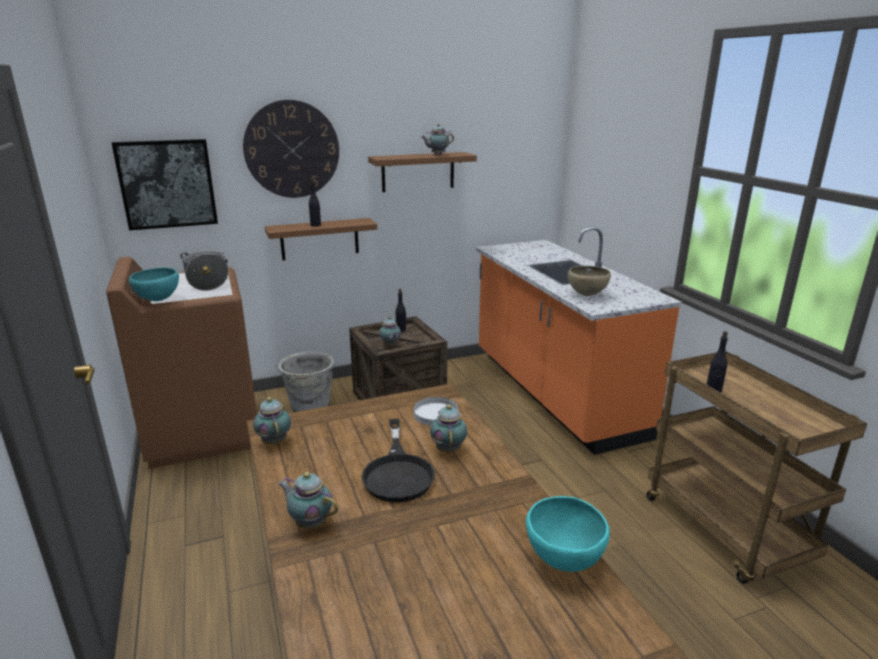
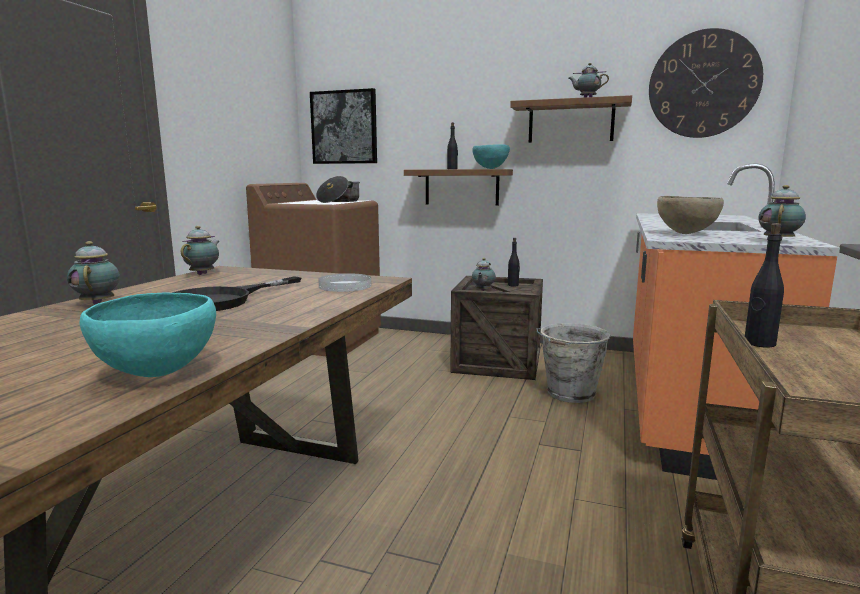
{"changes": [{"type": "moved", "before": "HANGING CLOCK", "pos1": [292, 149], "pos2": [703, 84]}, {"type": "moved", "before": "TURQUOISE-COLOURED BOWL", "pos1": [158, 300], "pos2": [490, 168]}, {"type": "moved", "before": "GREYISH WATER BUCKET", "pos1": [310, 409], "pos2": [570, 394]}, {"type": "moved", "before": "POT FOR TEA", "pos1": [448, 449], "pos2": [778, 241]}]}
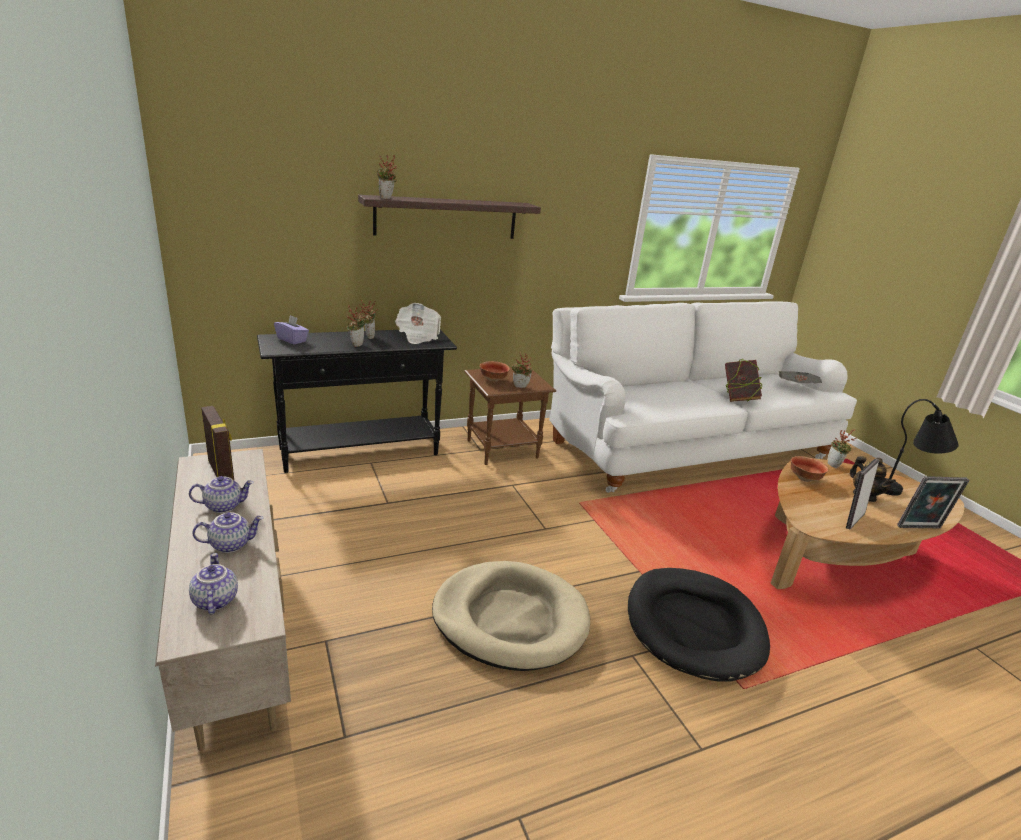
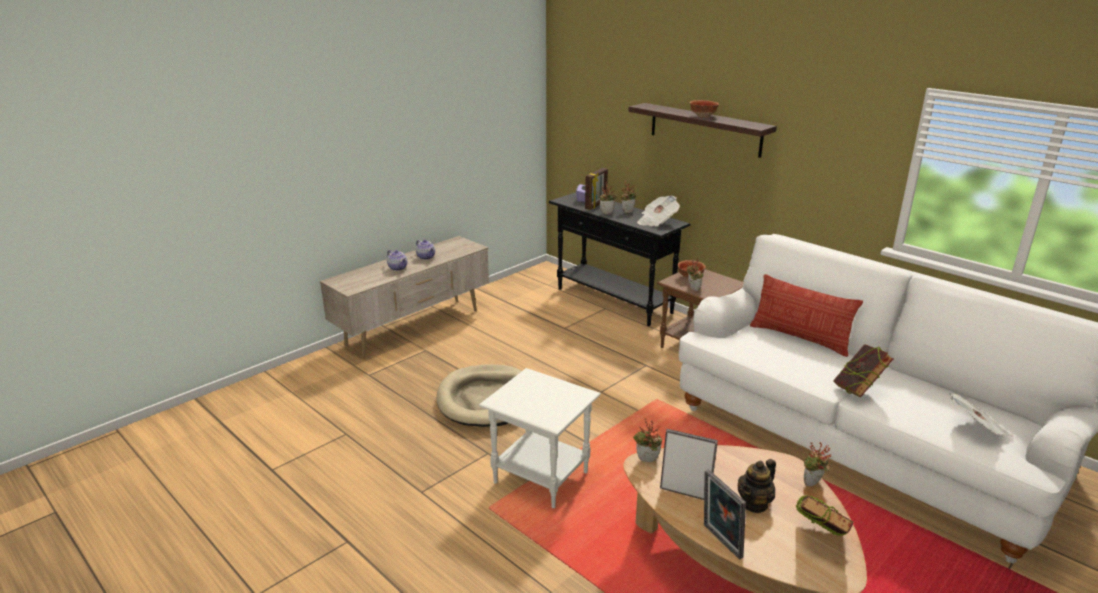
{"changes": [{"type": "moved", "before": "HOUSEPLANT", "pos1": [386, 198], "pos2": [646, 461]}, {"type": "replaced", "before": "BLACK TABLE LAMP", "after": "BOUND BOOK", "pos1": [904, 489], "pos2": [818, 539]}, {"type": "moved", "before": "PICTURE FRAME", "pos1": [222, 473], "pos2": [596, 205]}, {"type": "moved", "before": "BOWL", "pos1": [803, 478], "pos2": [703, 116]}, {"type": "removed", "before": "POT FOR TEA", "pos1": [214, 600]}, {"type": "replaced", "before": "BLACK PET BED", "after": "WHITISH SIDE TABLE", "pos1": [694, 626], "pos2": [542, 478]}, {"type": "added", "after": "PILLOW", "pos2": [800, 338]}]}
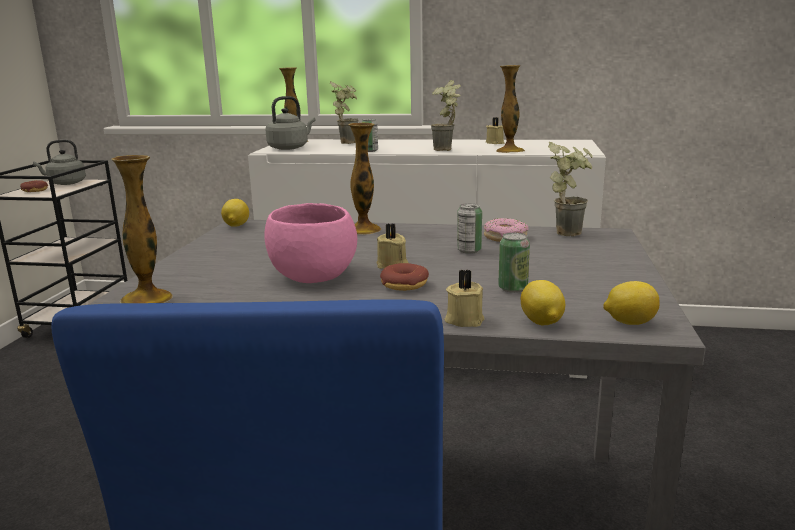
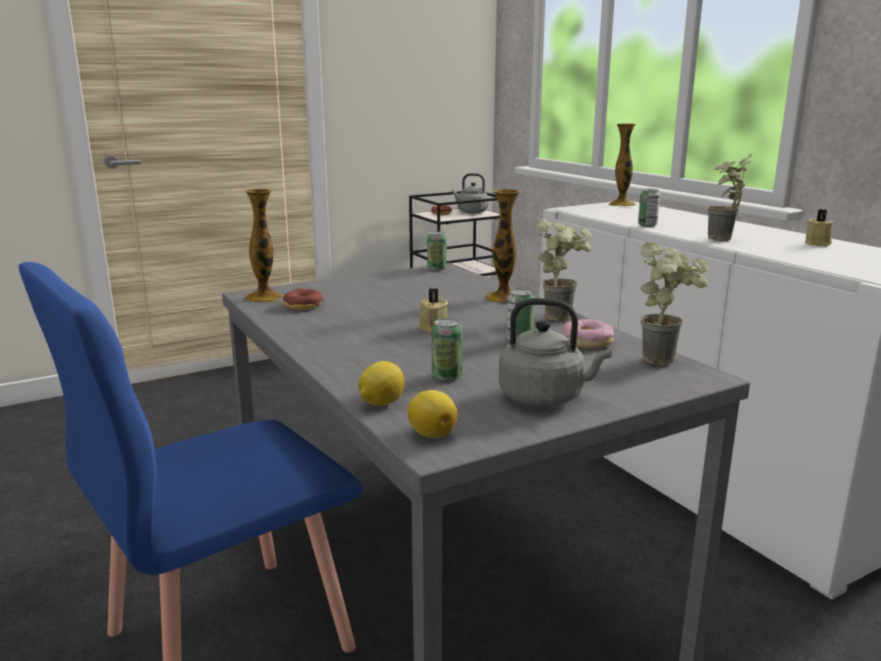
{"changes": [{"type": "removed", "before": "VASE", "pos1": [510, 151]}, {"type": "moved", "before": "HOUSEPLANT", "pos1": [348, 142], "pos2": [562, 316]}, {"type": "moved", "before": "GREYISH WATER KETTLE", "pos1": [290, 148], "pos2": [545, 398]}, {"type": "replaced", "before": "LEMON", "after": "SEALED CAN", "pos1": [236, 225], "pos2": [436, 268]}, {"type": "removed", "before": "PINK-COLOURED BOWL", "pos1": [312, 275]}, {"type": "moved", "before": "DOUGHNUT", "pos1": [404, 285], "pos2": [303, 306]}, {"type": "removed", "before": "BEIGE WAX CANDLE", "pos1": [464, 319]}]}
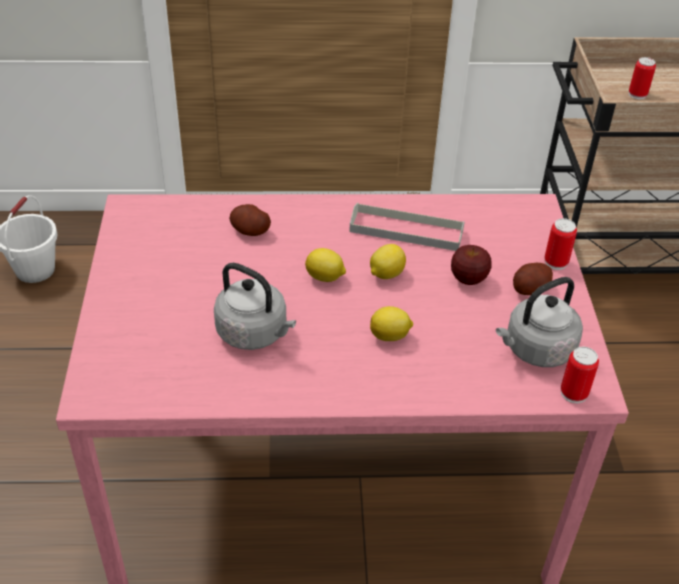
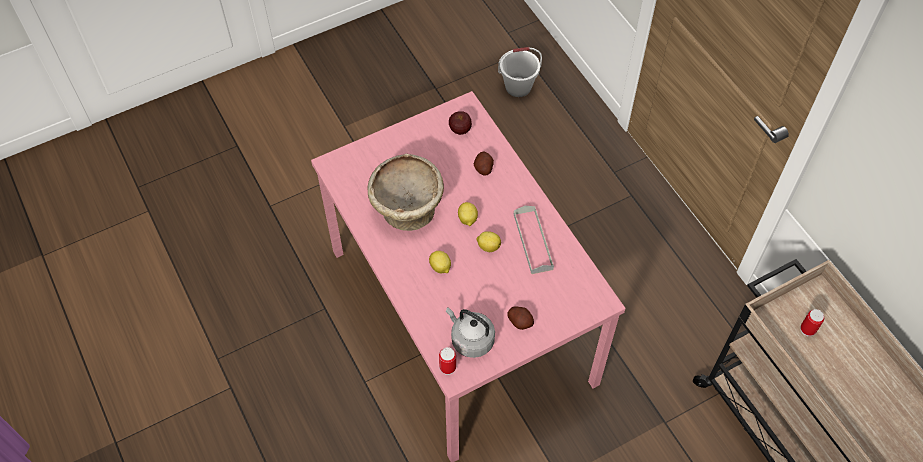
{"changes": [{"type": "removed", "before": "SEALED CAN", "pos1": [556, 262]}, {"type": "moved", "before": "WHOLE APPLE", "pos1": [468, 279], "pos2": [460, 130]}, {"type": "replaced", "before": "GREYISH WATER KETTLE", "after": "BEIGE BOWL", "pos1": [255, 333], "pos2": [407, 208]}]}
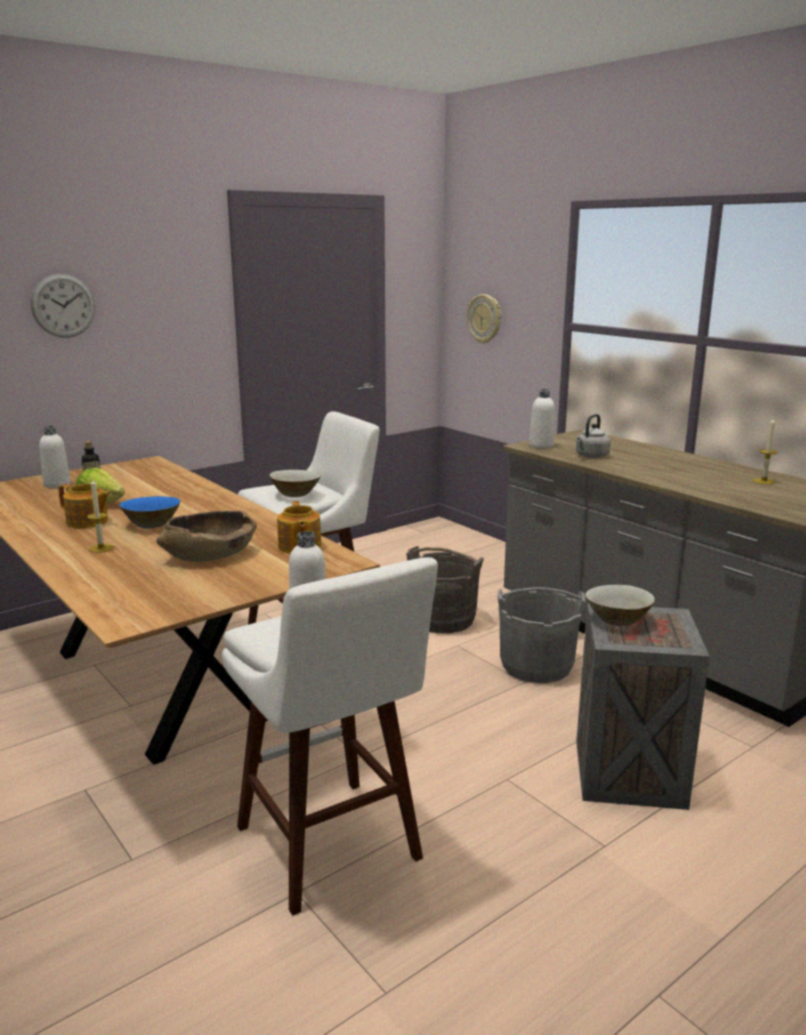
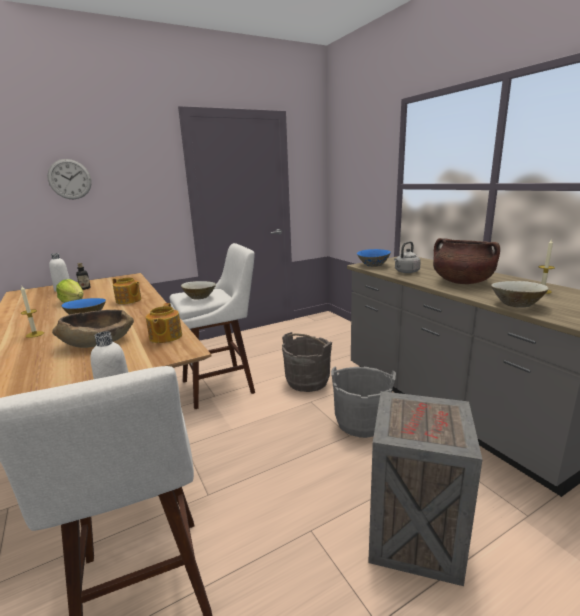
{"changes": [{"type": "removed", "before": "HANGING CLOCK", "pos1": [485, 319]}, {"type": "replaced", "before": "WHITISH DRINK BOTTLE", "after": "BLUISH BOWL", "pos1": [541, 445], "pos2": [373, 265]}, {"type": "moved", "before": "POT FOR TEA", "pos1": [87, 522], "pos2": [128, 300]}, {"type": "moved", "before": "BEIGE BOWL", "pos1": [617, 620], "pos2": [516, 304]}, {"type": "added", "after": "BROWN COOKING POT", "pos2": [461, 282]}]}
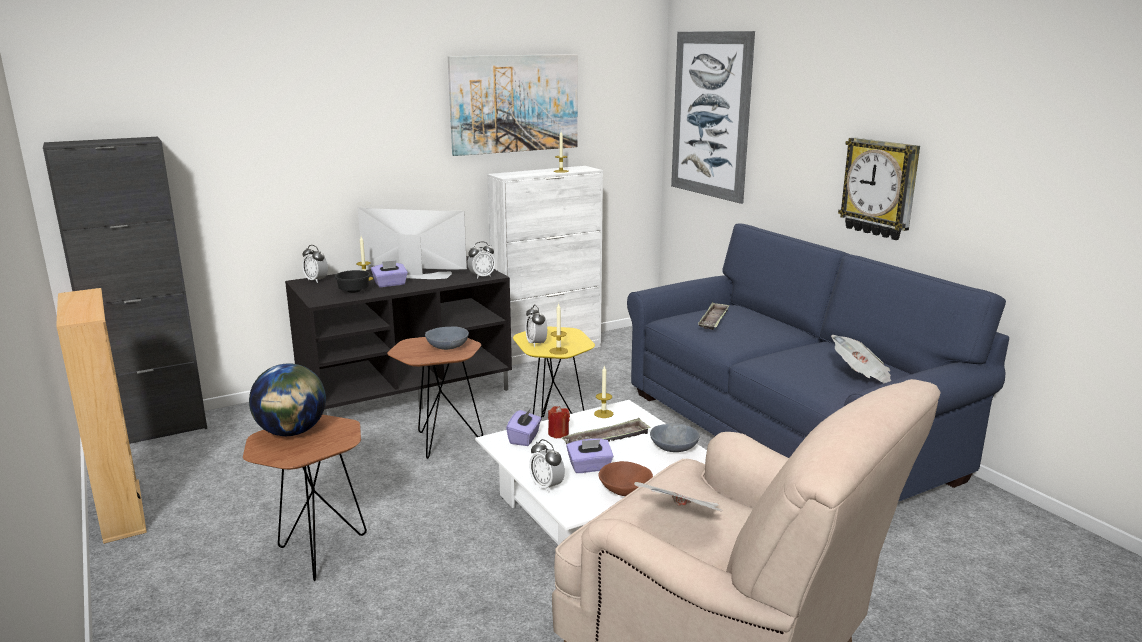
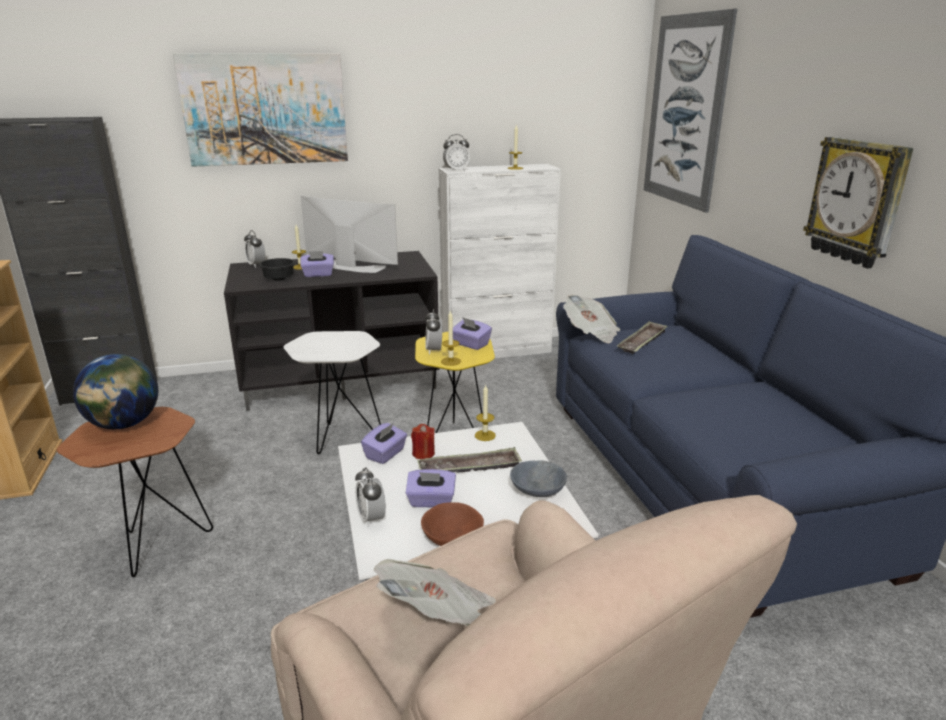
{"changes": [{"type": "moved", "before": "PICTURE", "pos1": [514, 103], "pos2": [265, 109]}, {"type": "moved", "before": "ALARM CLOCK", "pos1": [481, 276], "pos2": [456, 171]}, {"type": "removed", "before": "GREYISH BOWL", "pos1": [447, 346]}, {"type": "moved", "before": "DAILY PAPER", "pos1": [861, 376], "pos2": [591, 333]}, {"type": "recoloured", "before": "BROWN SIDE TABLE", "after": "WHITISH SIDE TABLE", "pos1": [440, 442], "pos2": [340, 438]}, {"type": "added", "after": "PURPLE-COLOURED TISSUE BOX", "pos2": [470, 344]}]}
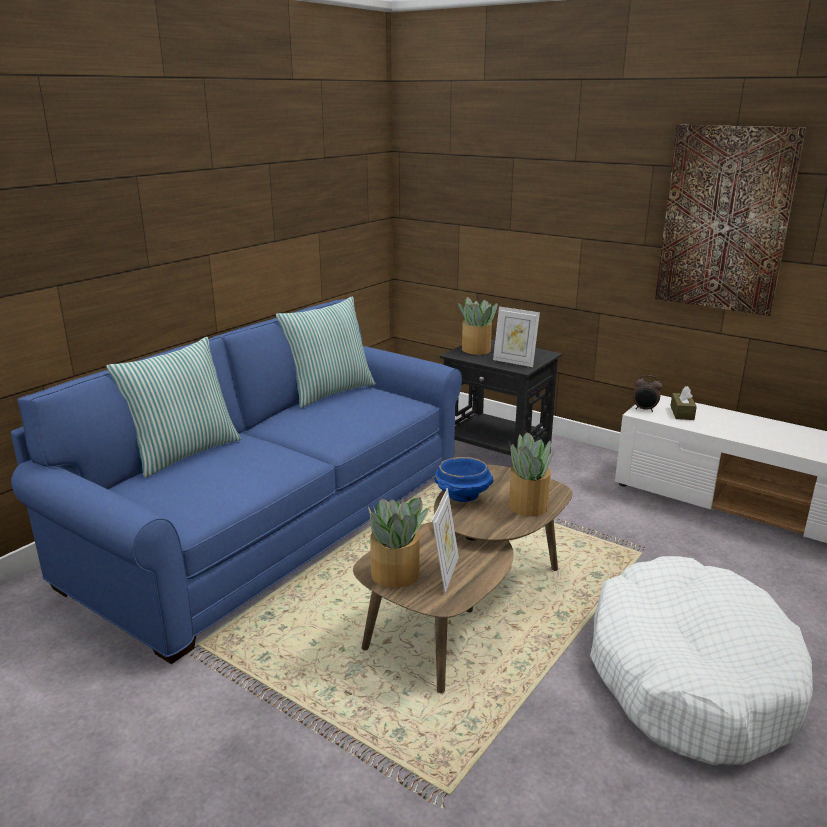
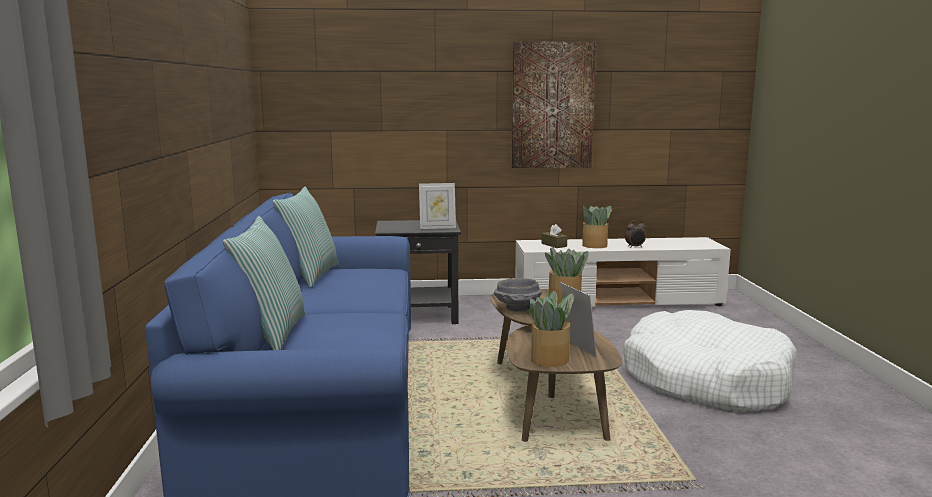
{"changes": [{"type": "moved", "before": "HOUSEPLANT", "pos1": [476, 350], "pos2": [595, 245]}, {"type": "moved", "before": "ALARM CLOCK", "pos1": [644, 409], "pos2": [635, 247]}, {"type": "recoloured", "before": "BLUISH BOWL", "after": "GREYISH BOWL", "pos1": [462, 496], "pos2": [517, 309]}]}
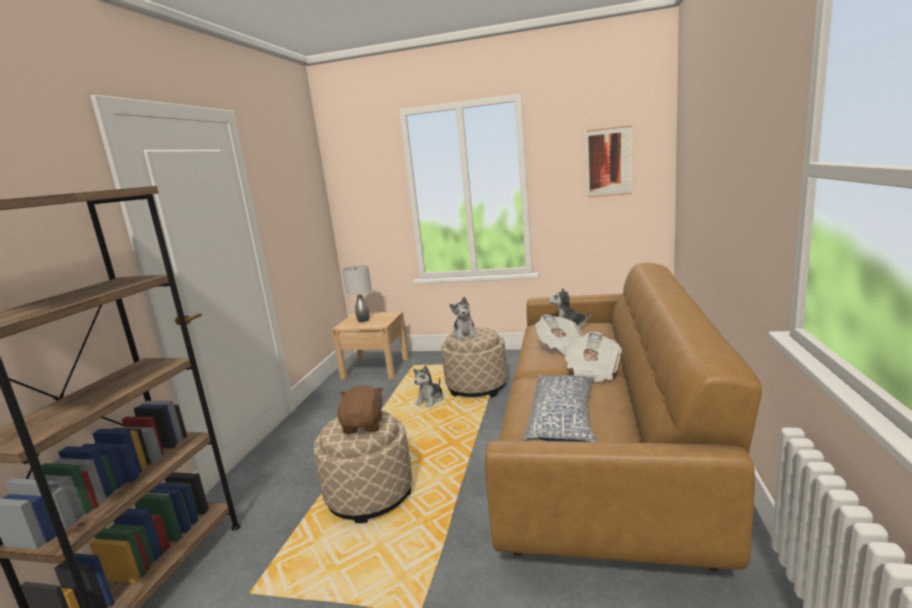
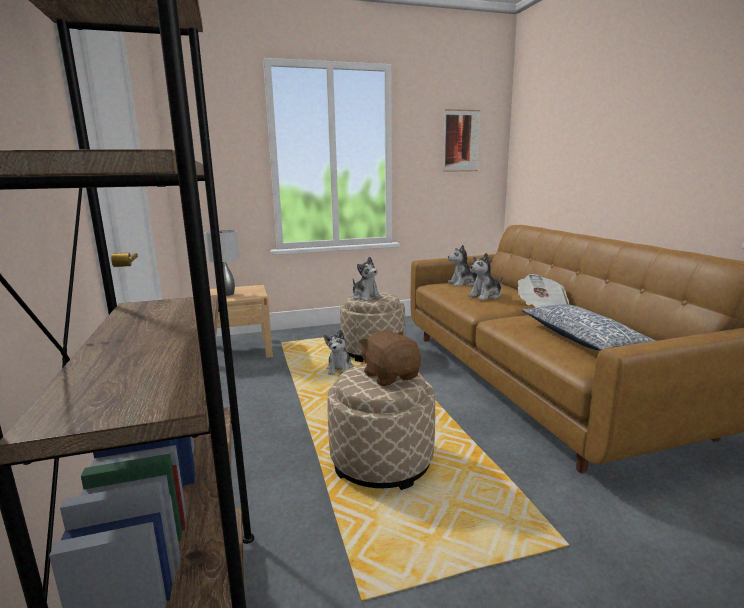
{"changes": [{"type": "replaced", "before": "DAILY PAPER", "after": "CUDDLY TOY", "pos1": [561, 348], "pos2": [485, 296]}]}
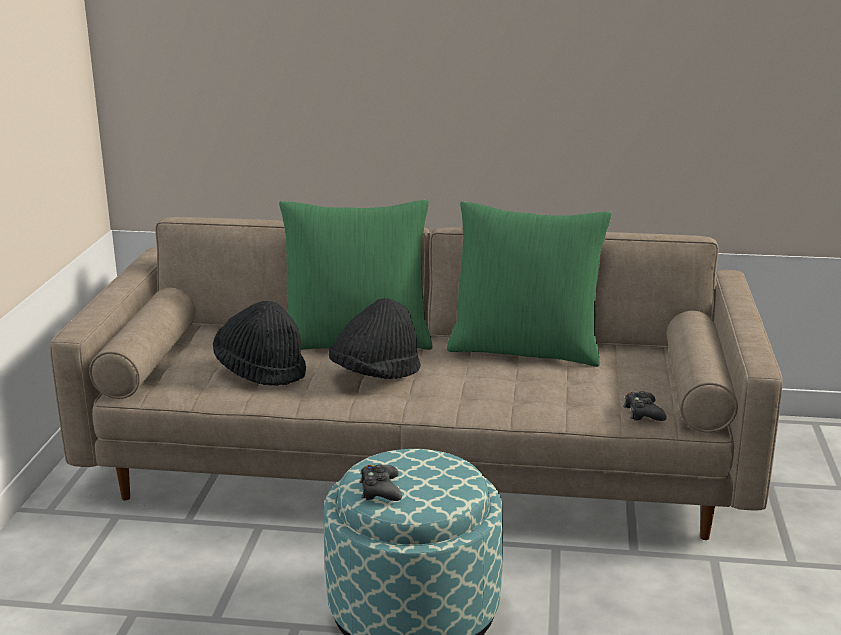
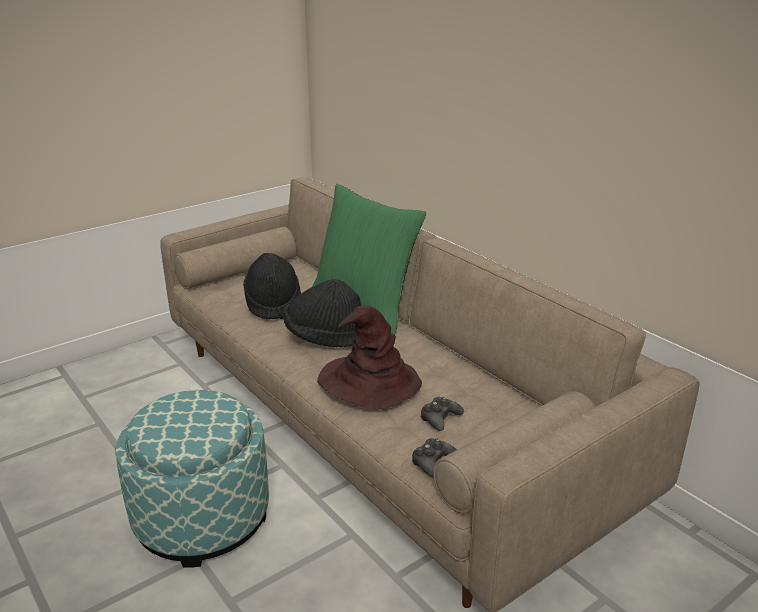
{"changes": [{"type": "removed", "before": "GREENISH PILLOW", "pos1": [526, 349]}, {"type": "moved", "before": "BLACK JOYPAD", "pos1": [380, 490], "pos2": [440, 418]}, {"type": "added", "after": "BROWN HAT", "pos2": [368, 383]}]}
